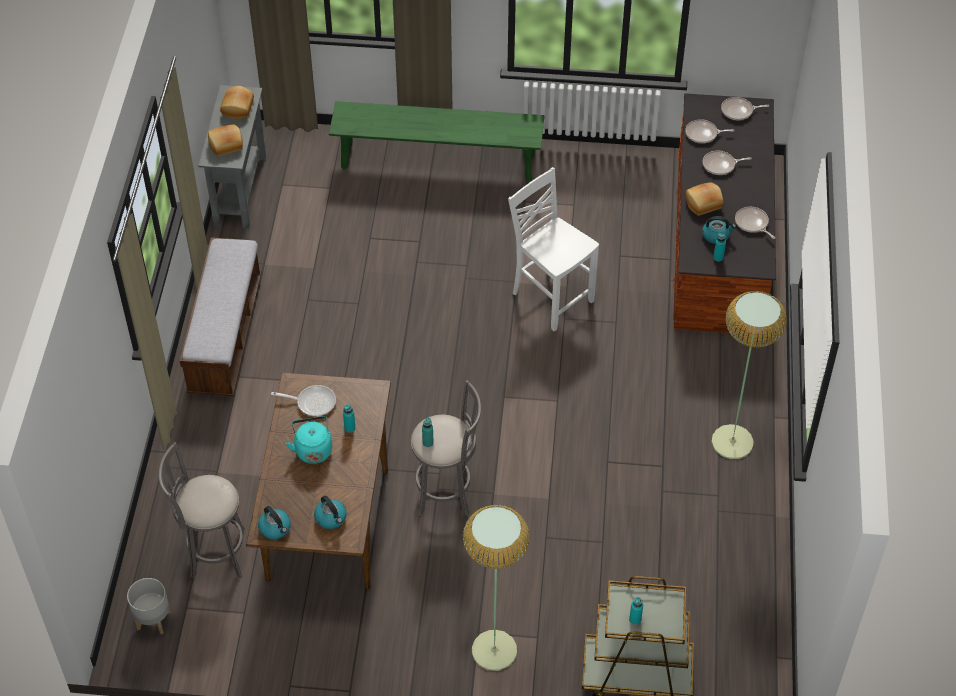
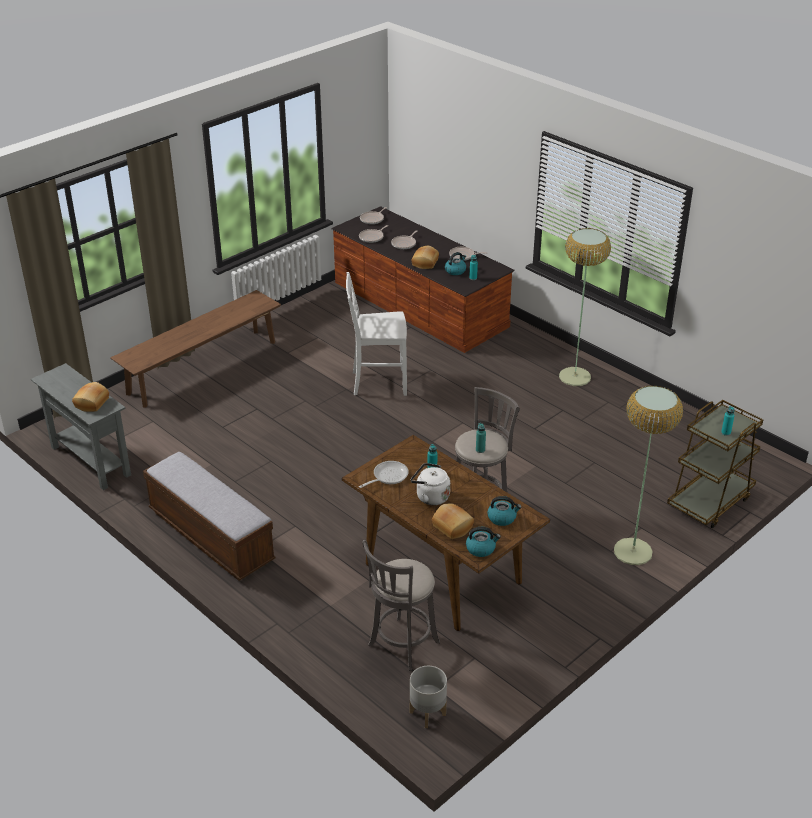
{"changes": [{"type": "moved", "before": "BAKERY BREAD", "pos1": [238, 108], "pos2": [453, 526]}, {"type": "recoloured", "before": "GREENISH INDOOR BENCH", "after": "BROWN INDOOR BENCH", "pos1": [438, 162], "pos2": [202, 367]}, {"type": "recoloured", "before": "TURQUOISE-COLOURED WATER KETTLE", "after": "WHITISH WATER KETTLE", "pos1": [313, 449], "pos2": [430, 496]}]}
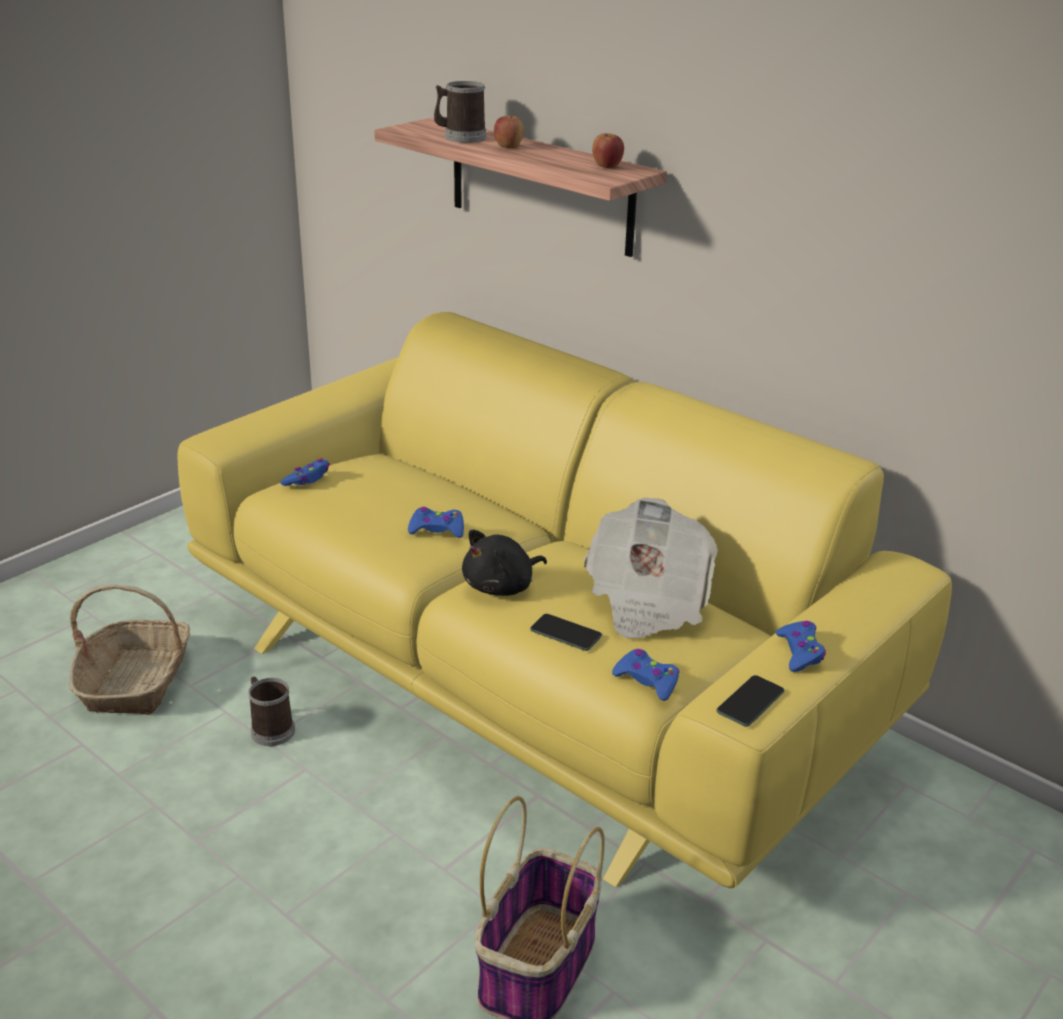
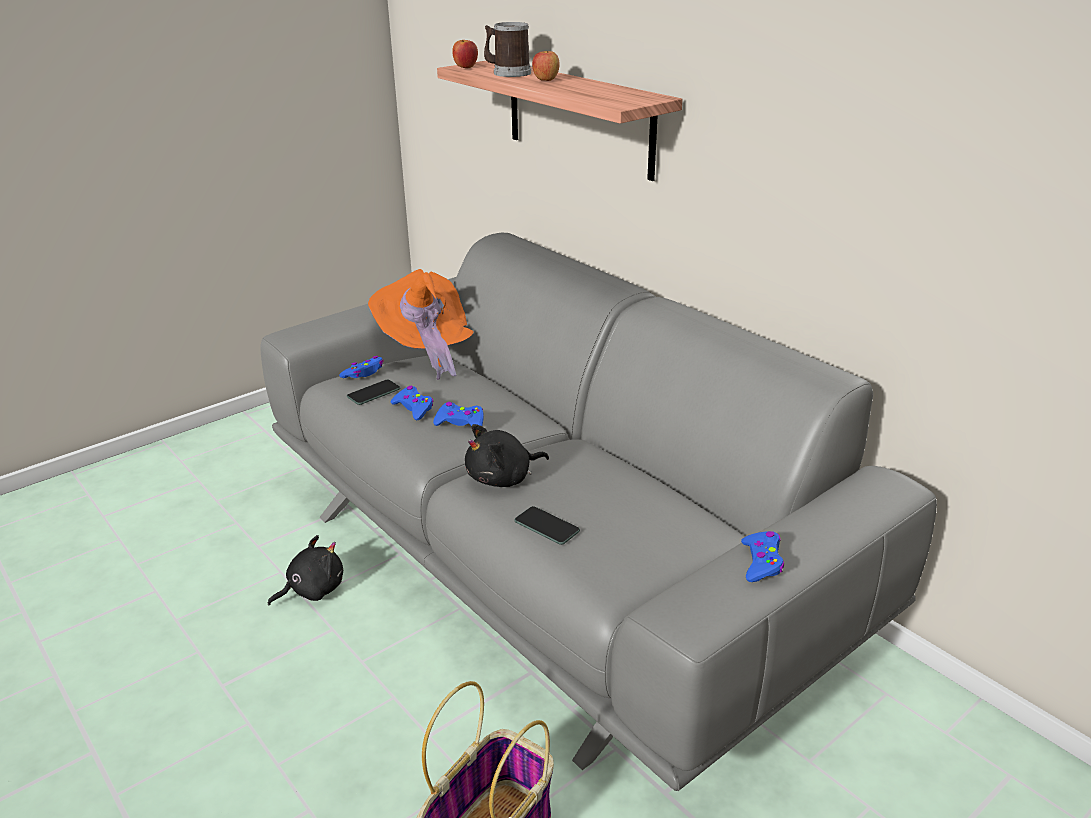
{"changes": [{"type": "moved", "before": "WHOLE APPLE", "pos1": [607, 166], "pos2": [466, 67]}, {"type": "recoloured", "before": "YELLOWISH SOFA", "after": "GREYISH SOFA", "pos1": [531, 676], "pos2": [550, 559]}, {"type": "removed", "before": "DAILY PAPER", "pos1": [647, 600]}, {"type": "removed", "before": "HOUSEHOLD BASKET", "pos1": [136, 680]}, {"type": "moved", "before": "BLUISH JOYPAD", "pos1": [647, 680], "pos2": [413, 408]}, {"type": "moved", "before": "HANDSET", "pos1": [750, 702], "pos2": [373, 393]}, {"type": "replaced", "before": "TEA MUG", "after": "BLACK CUDDLY TOY", "pos1": [270, 729], "pos2": [312, 589]}, {"type": "added", "after": "ORANGEY HAT", "pos2": [425, 350]}]}
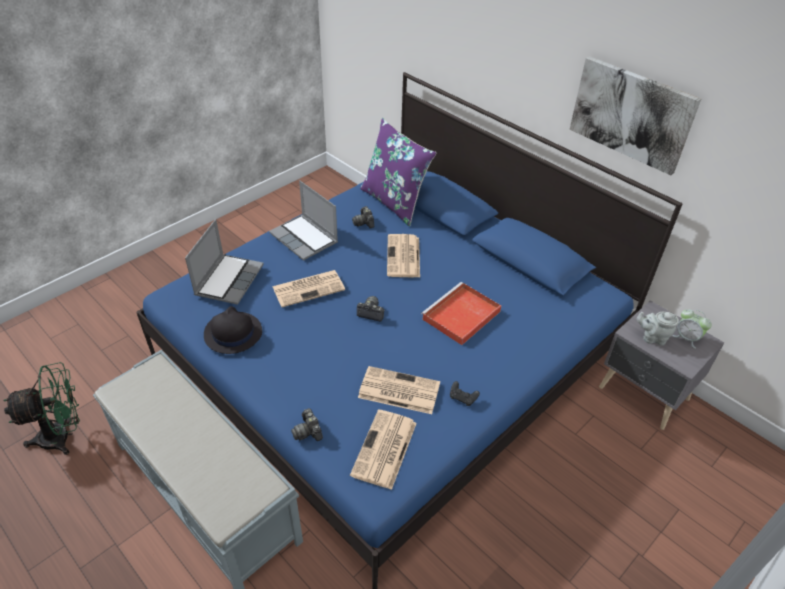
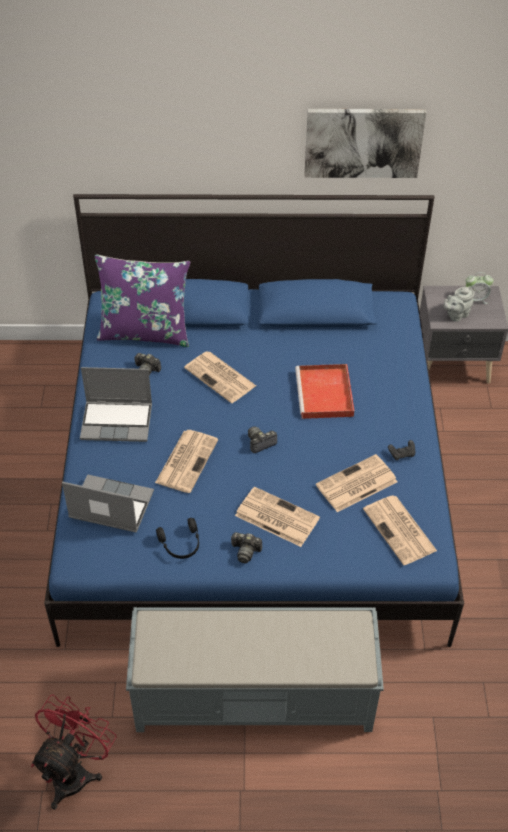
{"changes": [{"type": "turned", "before": "NOTEBOOK COMPUTER", "pos1": [229, 279], "pos2": [110, 506], "turn": -45}, {"type": "replaced", "before": "BLACK HAT", "after": "BLACK HEADSET", "pos1": [232, 333], "pos2": [181, 544]}, {"type": "recoloured", "before": "GREENISH FAN", "after": "RED FAN", "pos1": [63, 436], "pos2": [75, 771]}, {"type": "moved", "before": "STILL CAMERA", "pos1": [308, 431], "pos2": [245, 551]}, {"type": "added", "after": "DAILY PAPER", "pos2": [275, 517]}]}
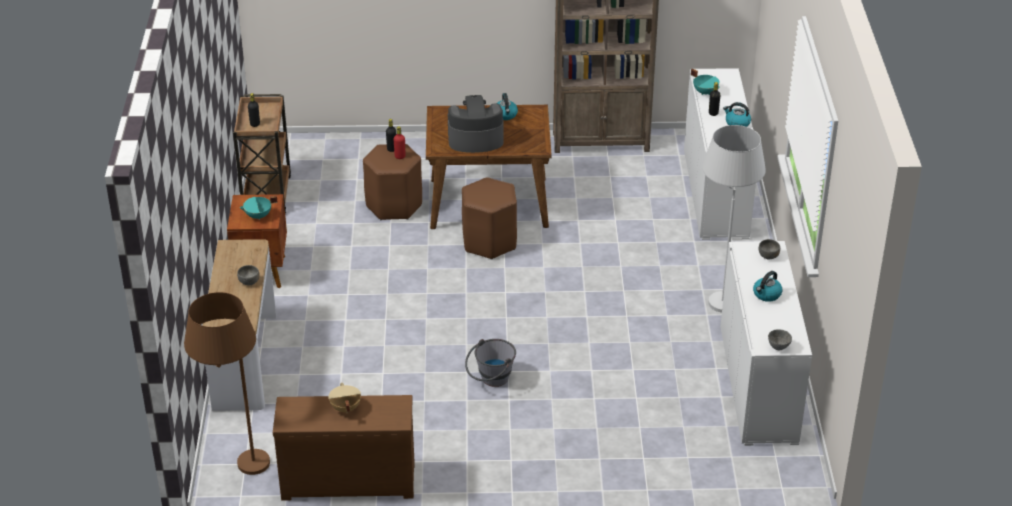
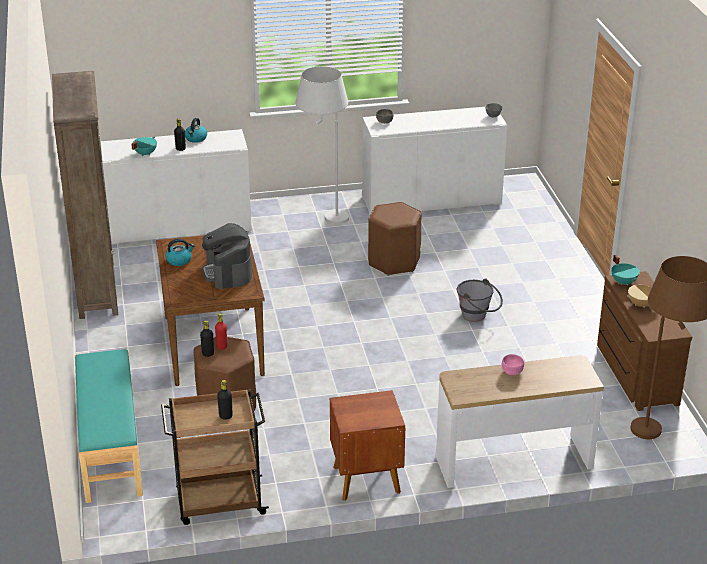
{"changes": [{"type": "moved", "before": "BROWN SITTING STOOL", "pos1": [489, 242], "pos2": [394, 262]}, {"type": "moved", "before": "TURQUOISE-COLOURED COOKING POT", "pos1": [258, 216], "pos2": [624, 282]}, {"type": "recoloured", "before": "GREYISH BOWL", "after": "PINK-COLOURED BOWL", "pos1": [249, 281], "pos2": [512, 371]}, {"type": "removed", "before": "WATER KETTLE", "pos1": [766, 295]}, {"type": "added", "after": "TURQUOISE-COLOURED INDOOR BENCH", "pos2": [109, 446]}]}
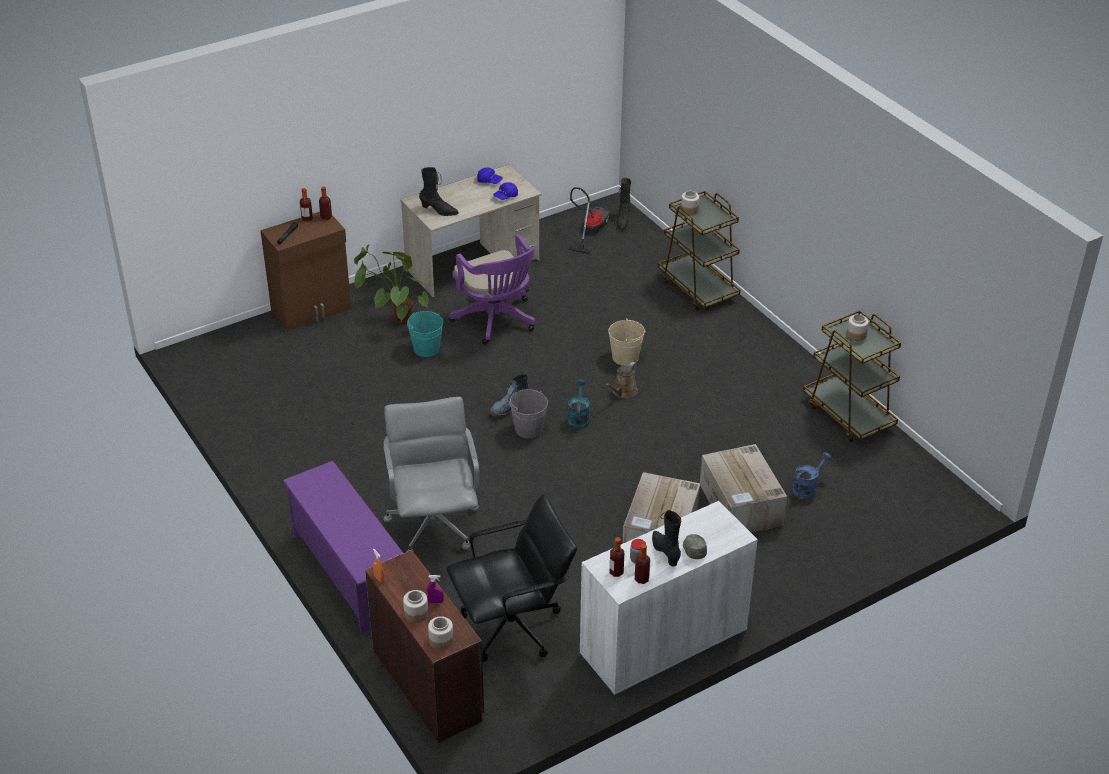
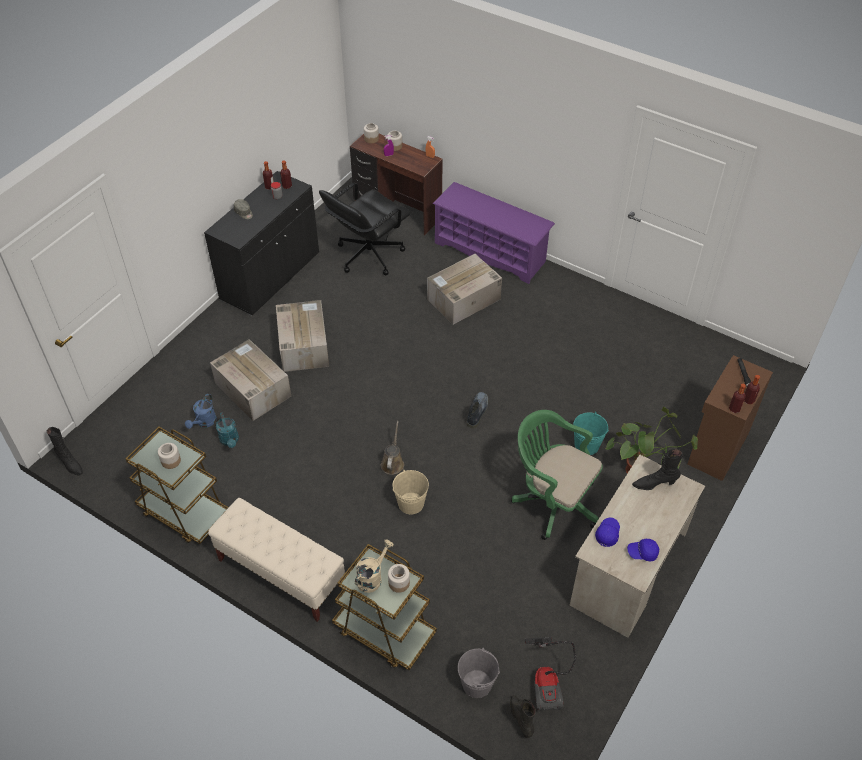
{"changes": [{"type": "recoloured", "before": "PURPLE-COLOURED DESK CHAIR", "after": "GREENISH DESK CHAIR", "pos1": [496, 321], "pos2": [552, 501]}, {"type": "moved", "before": "TURQUOISE-COLOURED WATERING CAN", "pos1": [578, 418], "pos2": [230, 441]}, {"type": "moved", "before": "GREYISH WATER BUCKET", "pos1": [528, 429], "pos2": [477, 684]}, {"type": "replaced", "before": "GREYISH DESK CHAIR", "after": "CARTON", "pos1": [434, 524], "pos2": [463, 299]}, {"type": "recoloured", "before": "WHITISH STORAGE CABINET", "after": "BLACK STORAGE CABINET", "pos1": [663, 642], "pos2": [270, 276]}, {"type": "moved", "before": "BLACK HIGH-TOP BOOT", "pos1": [665, 552], "pos2": [70, 464]}, {"type": "added", "after": "BEIGE INDOOR BENCH", "pos2": [281, 573]}, {"type": "added", "after": "BEIGE WATERING CAN", "pos2": [372, 577]}]}
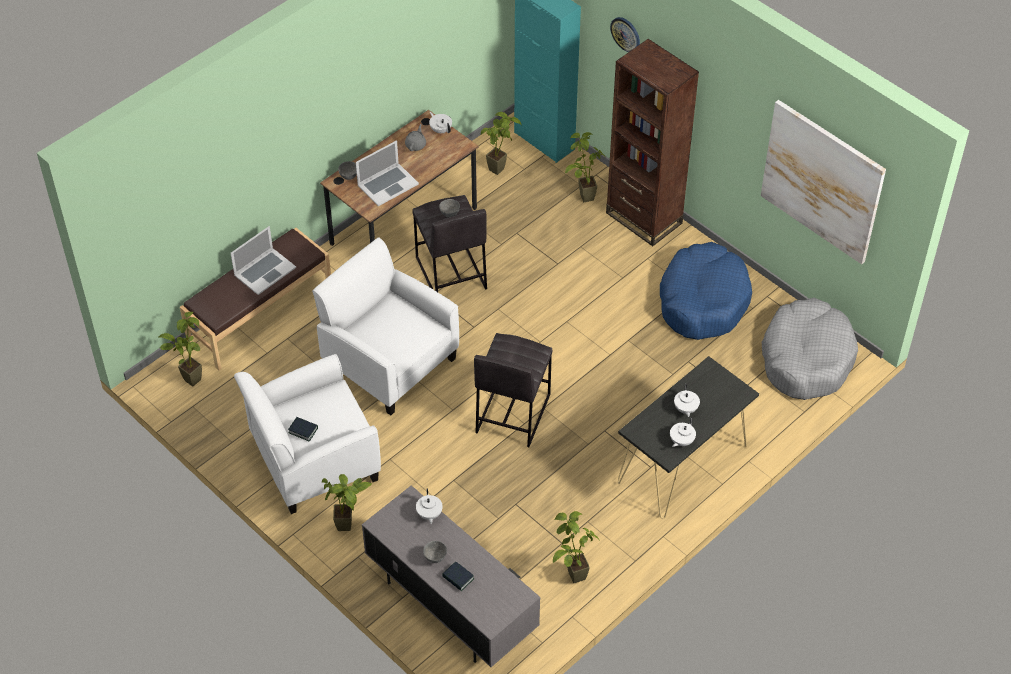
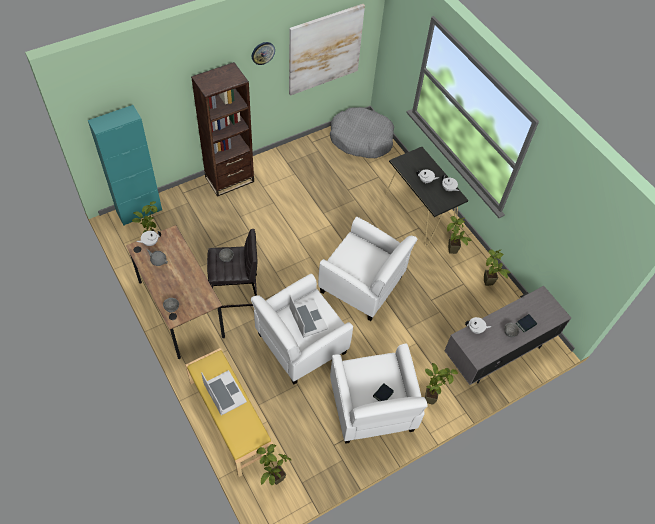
{"changes": [{"type": "moved", "before": "HANGING CLOCK", "pos1": [625, 34], "pos2": [263, 53]}, {"type": "moved", "before": "HOUSEPLANT", "pos1": [581, 197], "pos2": [451, 253]}, {"type": "moved", "before": "NOTEBOOK COMPUTER", "pos1": [387, 184], "pos2": [308, 318]}, {"type": "recoloured", "before": "BROWN INDOOR BENCH", "after": "YELLOWISH INDOOR BENCH", "pos1": [260, 315], "pos2": [229, 419]}, {"type": "removed", "before": "BLUISH PET BED", "pos1": [703, 300]}, {"type": "replaced", "before": "GREYISH SITTING STOOL", "after": "WHITISH EASY CHAIR", "pos1": [512, 413], "pos2": [362, 285]}]}
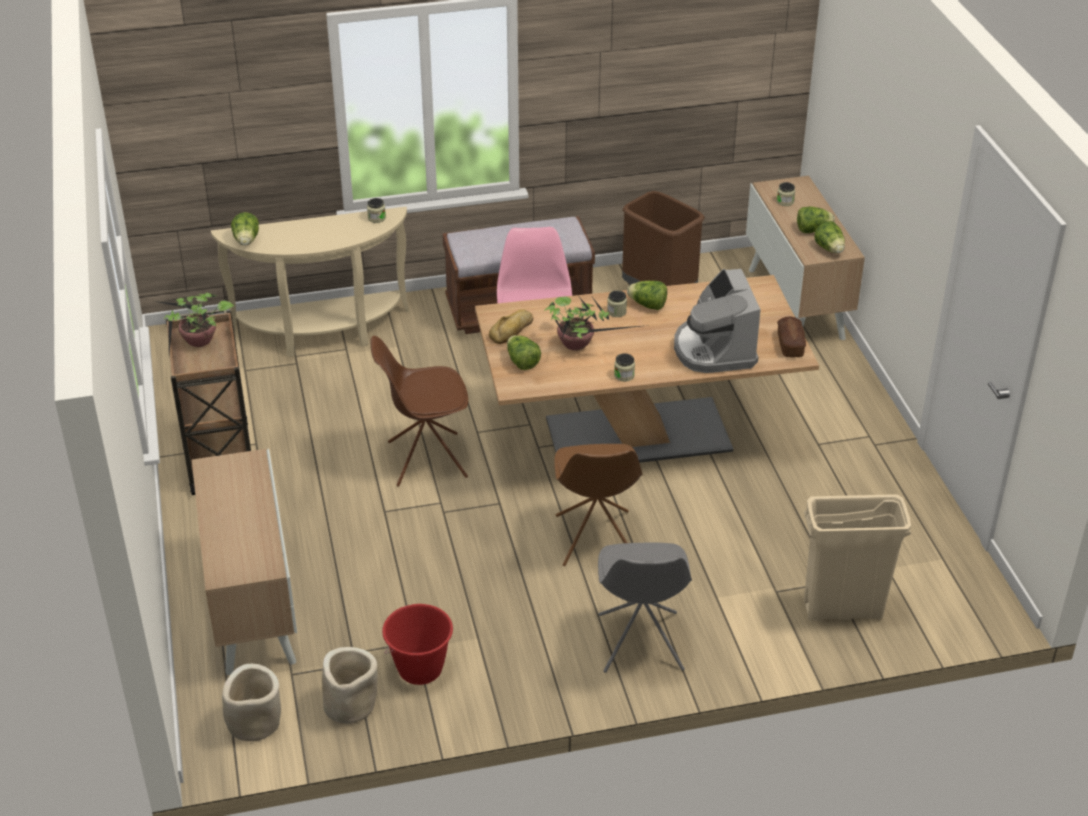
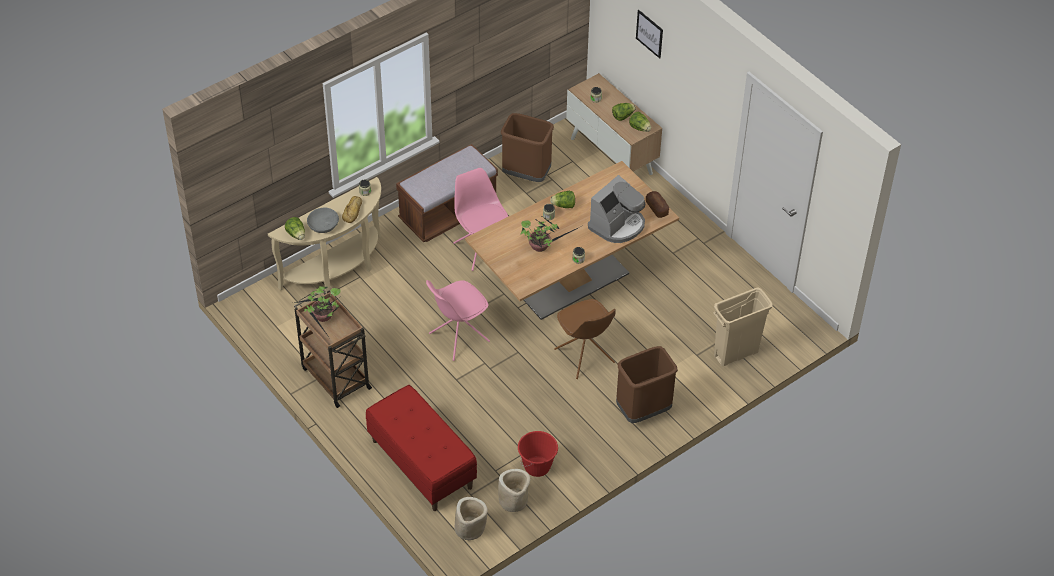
{"changes": [{"type": "turned", "before": "COFFEE BREWER", "pos1": [714, 349], "pos2": [617, 225], "turn": -105}, {"type": "moved", "before": "BAKERY BREAD", "pos1": [512, 331], "pos2": [353, 211]}, {"type": "removed", "before": "LETTUCE HEAD", "pos1": [522, 362]}, {"type": "recoloured", "before": "BROWN PLAIN CHAIR", "after": "PINK-COLOURED PLAIN CHAIR", "pos1": [425, 459], "pos2": [458, 338]}, {"type": "replaced", "before": "STORAGE CABINET", "after": "RED INDOOR BENCH", "pos1": [251, 607], "pos2": [421, 464]}, {"type": "replaced", "before": "GREYISH PLAIN CHAIR", "after": "BROWN RUBBISH BIN", "pos1": [640, 644], "pos2": [643, 411]}, {"type": "added", "after": "PICTURE", "pos2": [649, 33]}, {"type": "added", "after": "GREYISH BOWL", "pos2": [323, 225]}]}
